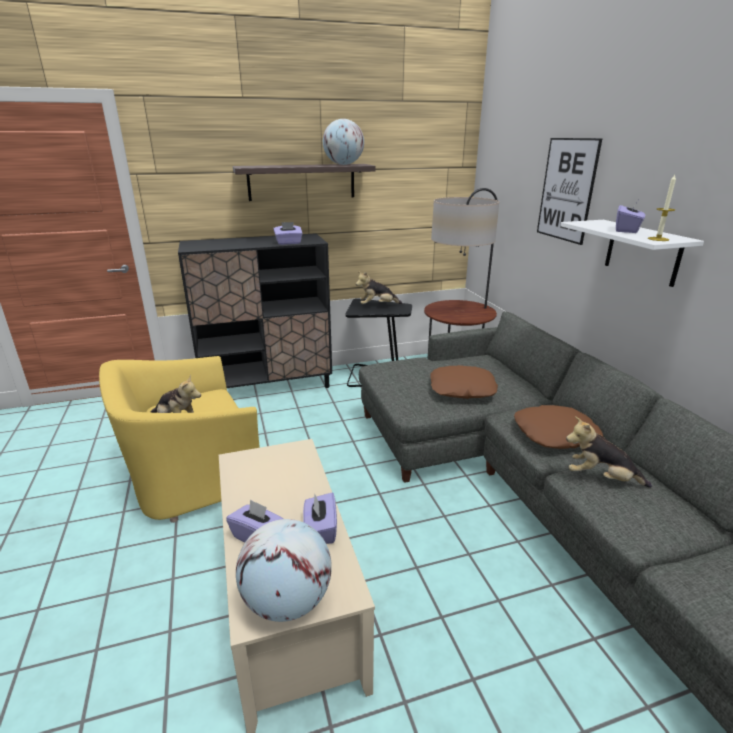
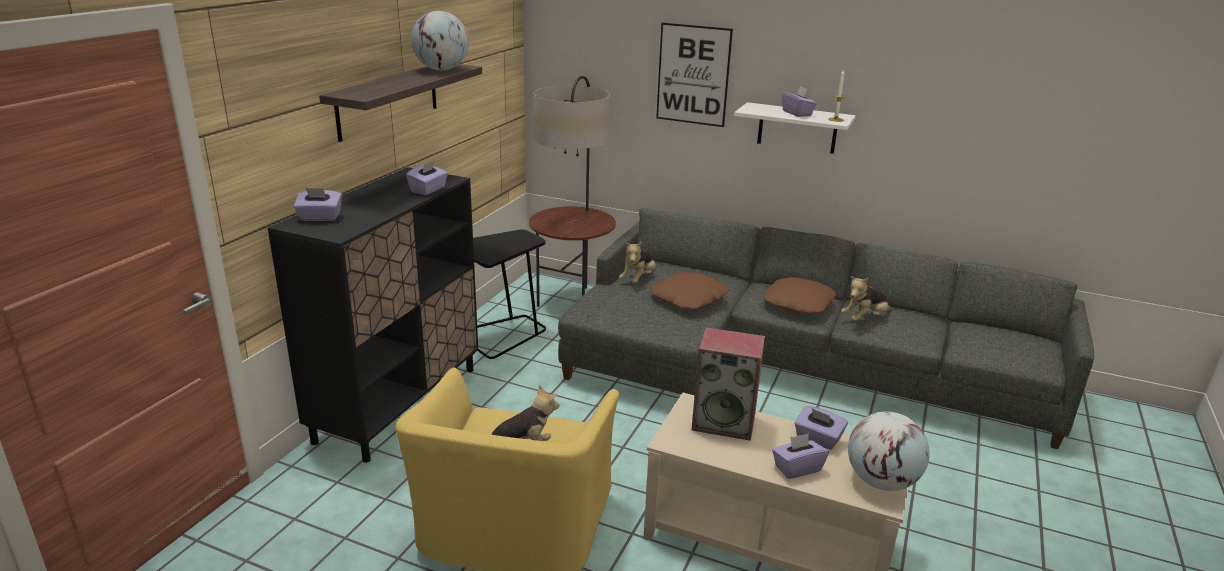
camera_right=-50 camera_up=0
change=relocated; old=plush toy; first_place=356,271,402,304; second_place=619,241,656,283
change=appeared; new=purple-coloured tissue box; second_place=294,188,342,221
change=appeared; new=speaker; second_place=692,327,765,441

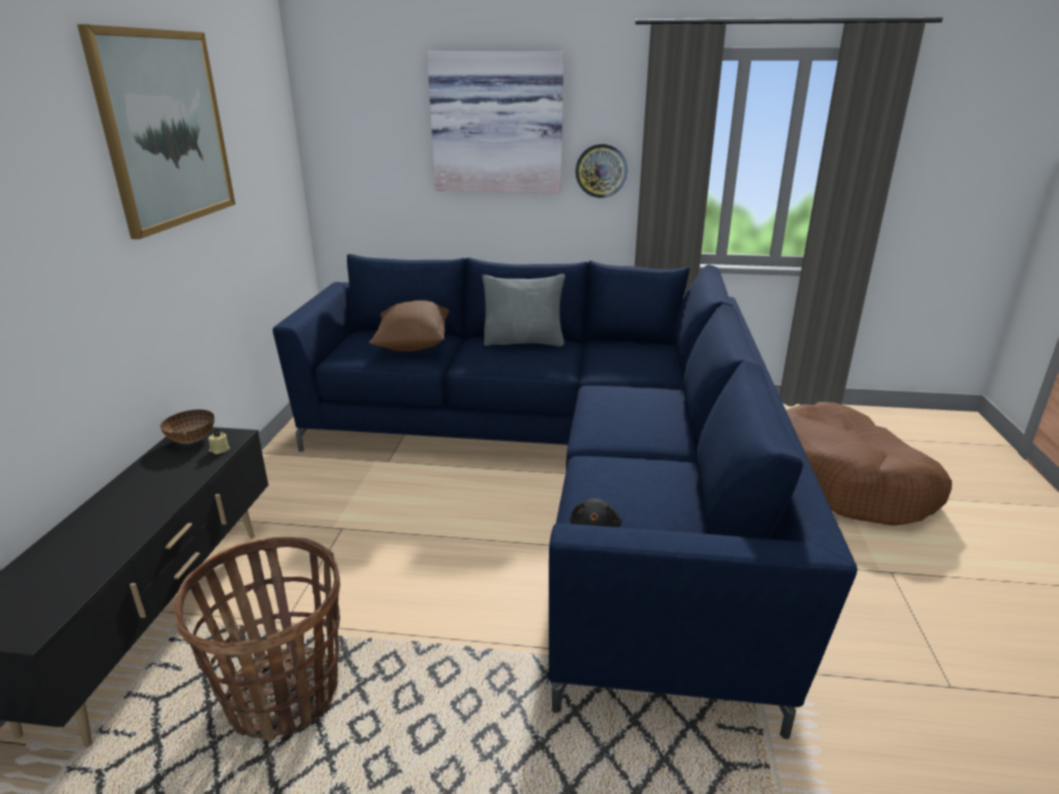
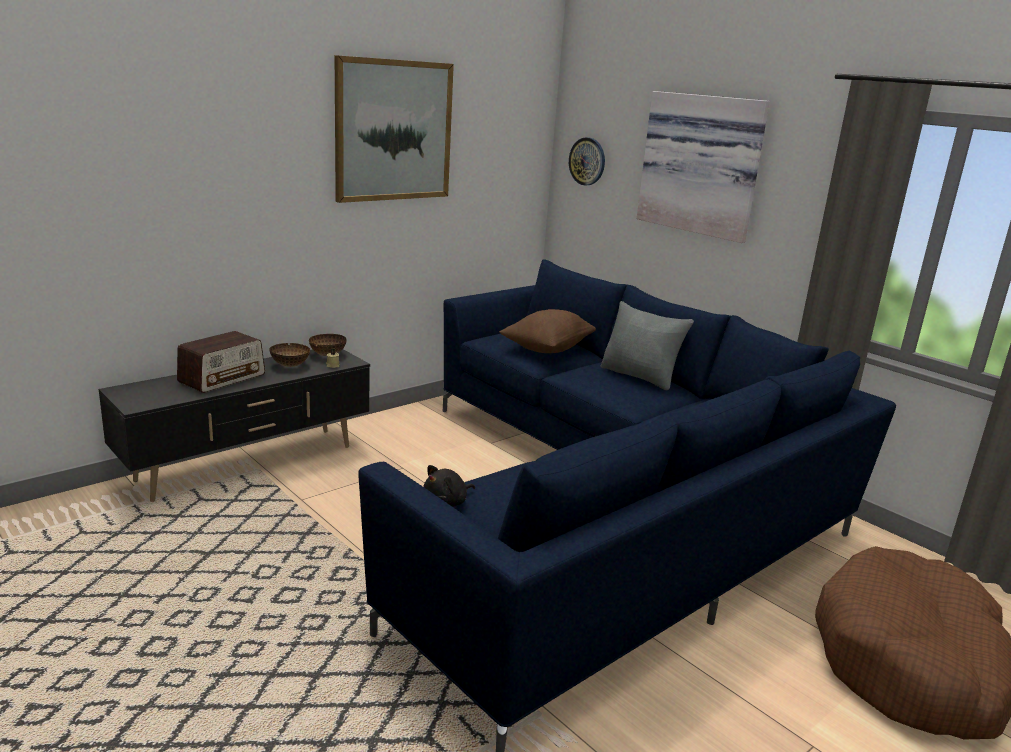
camera_right=40 camera_up=-5
change=missing; old=household basket; first_place=174,537,340,741
change=relocated; old=wall clock; first_place=575,144,628,198; second_place=569,137,605,185
change=appeared; new=radio; second_place=177,331,265,393
change=appeared; new=bowl; second_place=270,343,310,367

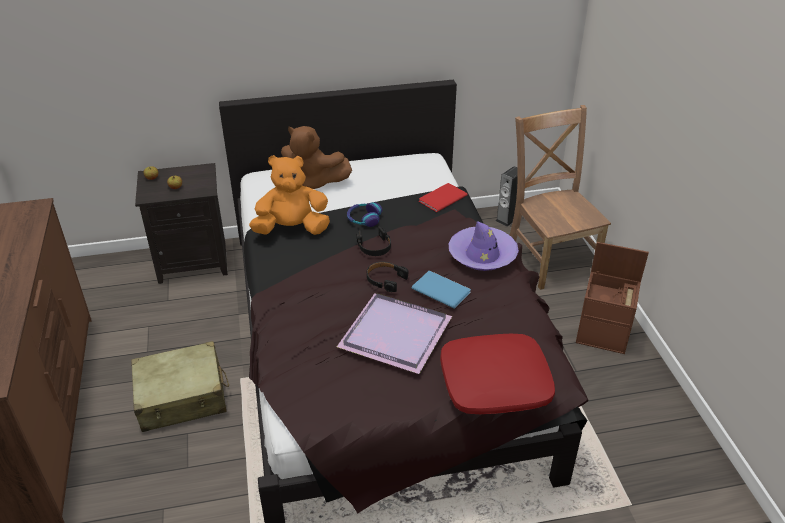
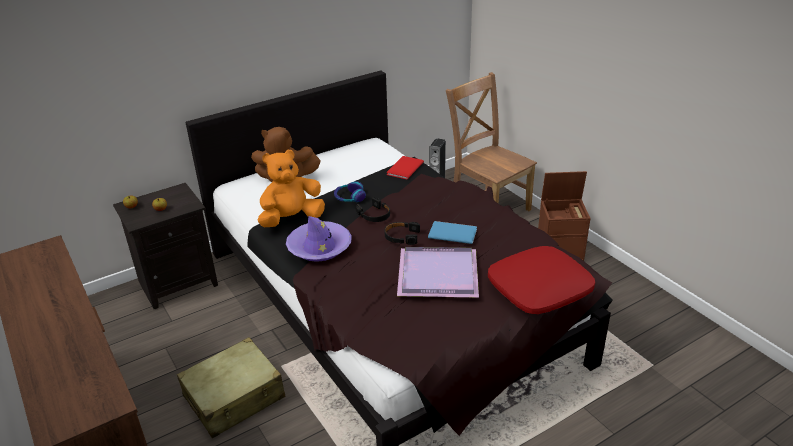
camera_right=-20 camera_up=-5
change=relocated; old=purple-coloured clothing hat; first_place=448,221,519,271; second_place=286,216,352,262

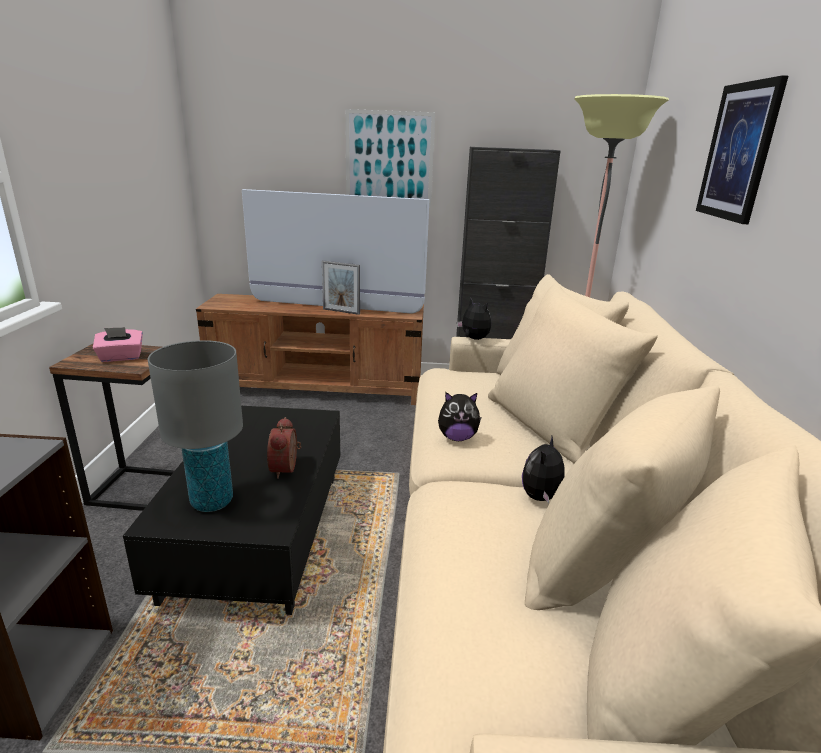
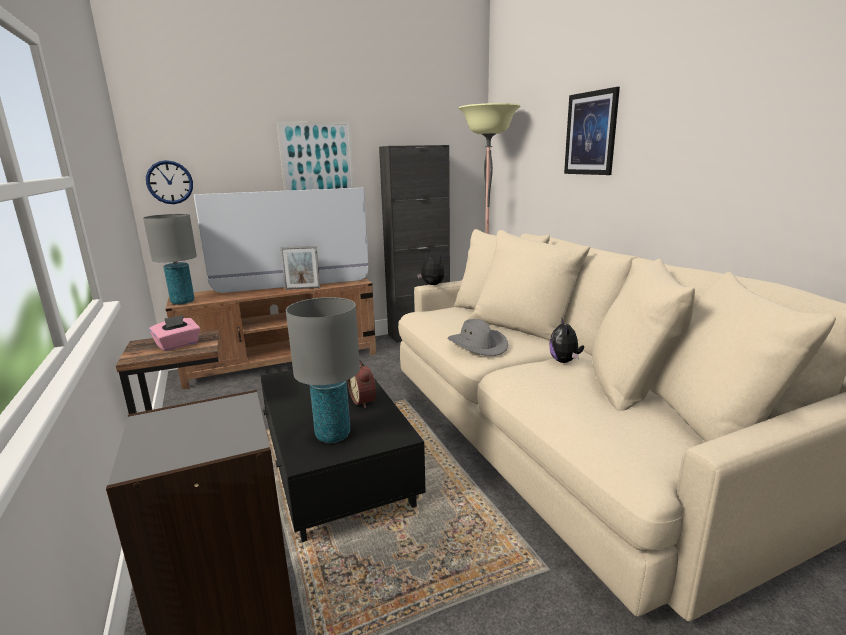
camera_right=-25 camera_up=-5
change=exchanged; old=plush toy; new=greyish clothing hat; first_place=438,392,481,441; second_place=448,319,508,356
change=appeared; new=greyish lamp for a table; second_place=143,214,197,305
change=appeared; new=wall clock; second_place=146,160,193,204

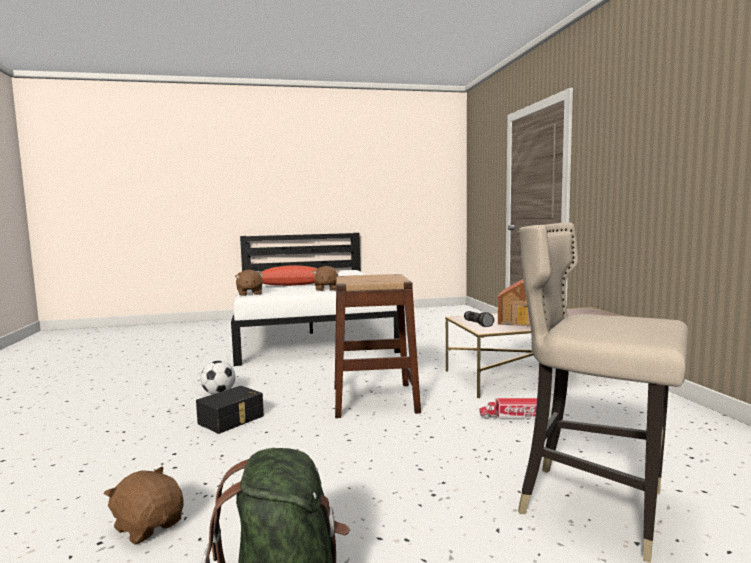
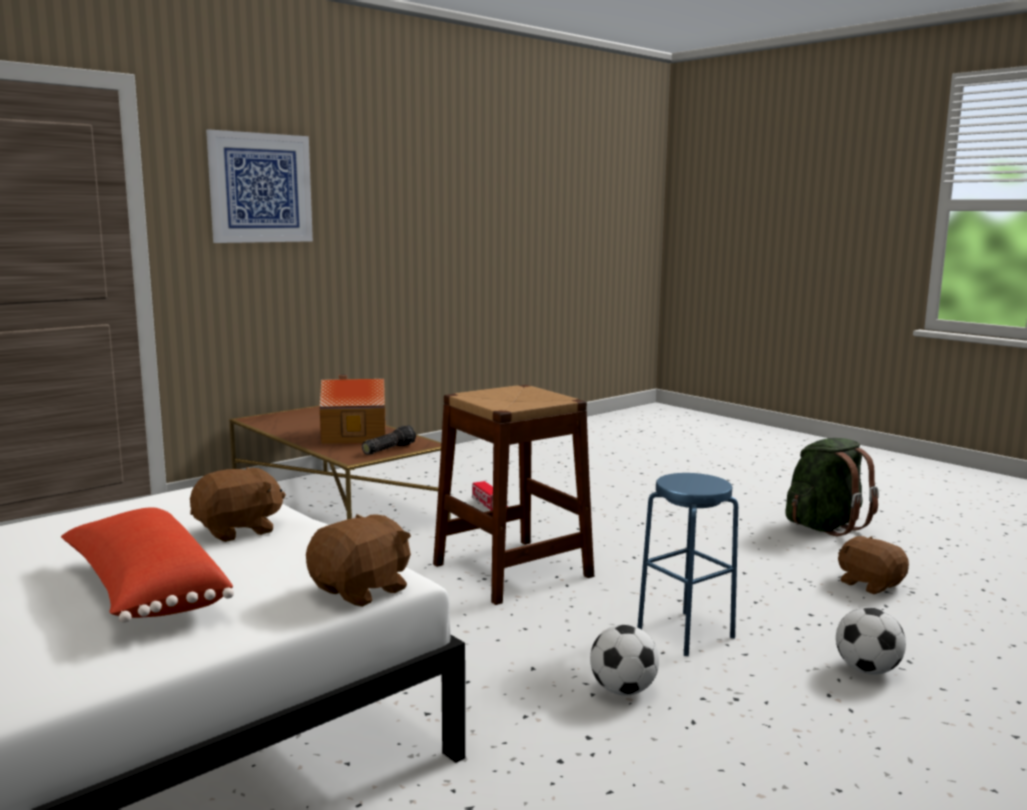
camera_right=-120 camera_up=5
change=spun; old=brownish plush toy; first_place=104,467,183,545; second_place=838,536,909,594; degrees=135
change=exchanged; old=black-coloured storage container; new=blue stool seat; first_place=196,386,264,434; second_place=638,473,738,656
change=missing; old=sand-coloured stool seat; first_place=518,222,688,563
change=appeared; new=picture; second_place=206,129,313,243
change=appeared; new=ball for football; second_place=836,607,906,675

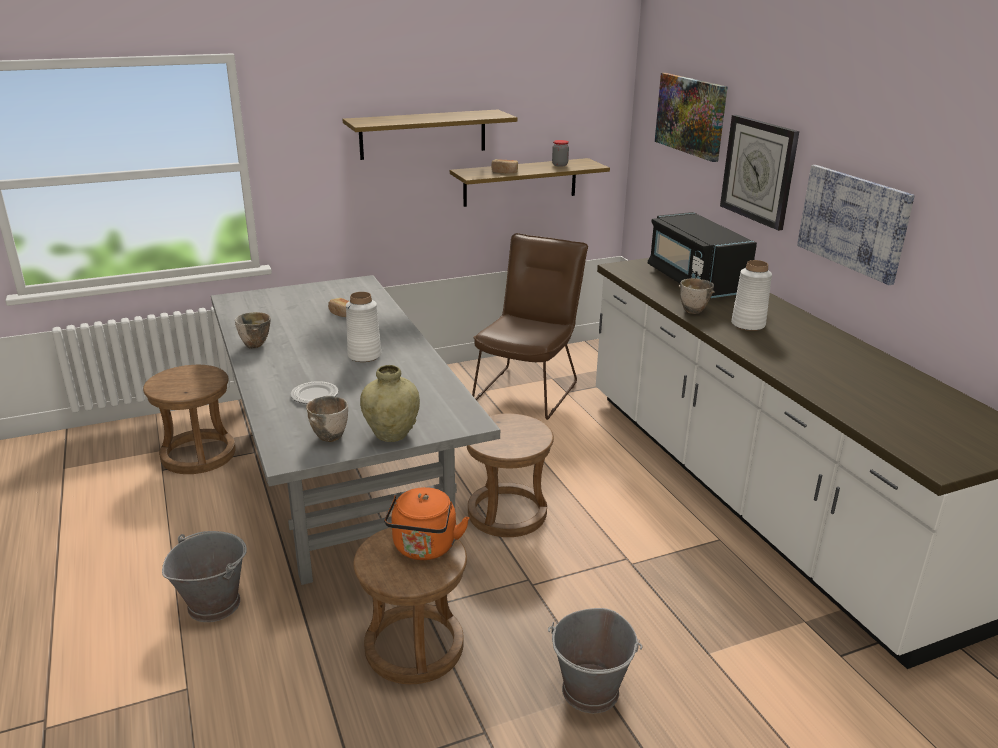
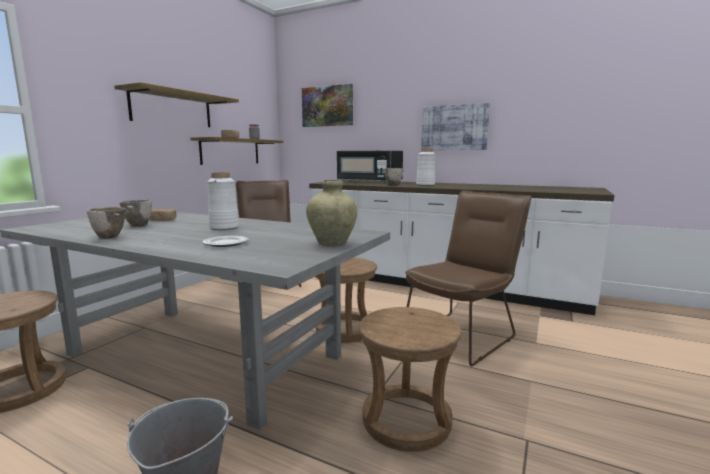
camera_right=-40 camera_up=-15
change=relocated; old=bowl; first_place=306,396,348,442; second_place=120,200,152,227
change=missing; old=orange tea kettle; first_place=384,487,470,560
change=missing; old=greyish pail; first_place=548,608,642,713
change=missing; old=wall clock; first_place=720,115,799,231
change=appeared; new=brownish plain chair; second_place=405,190,532,366

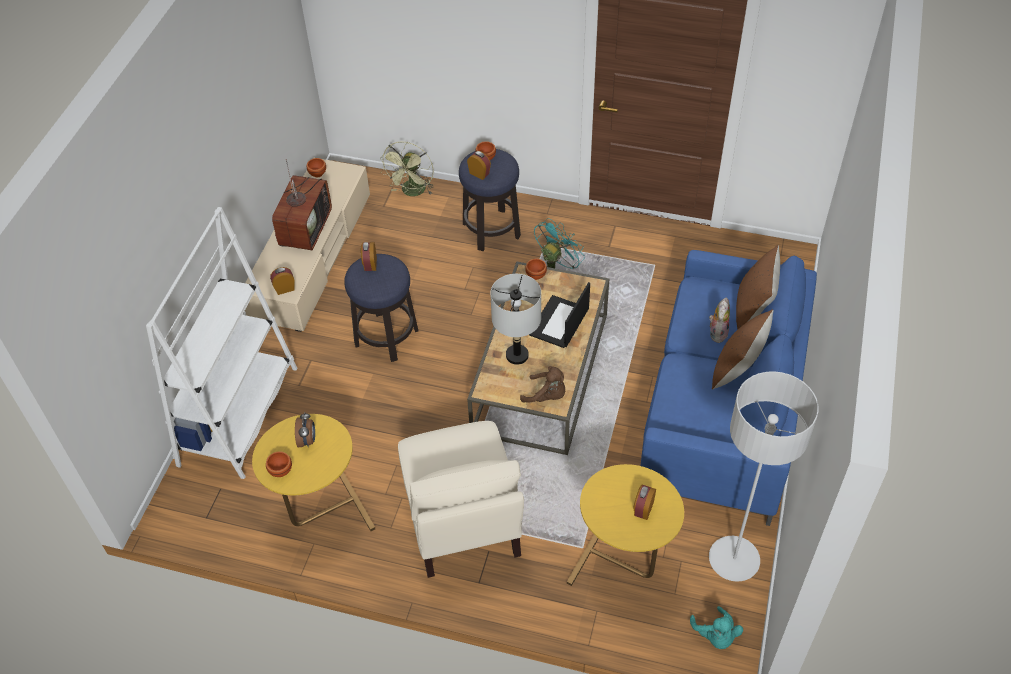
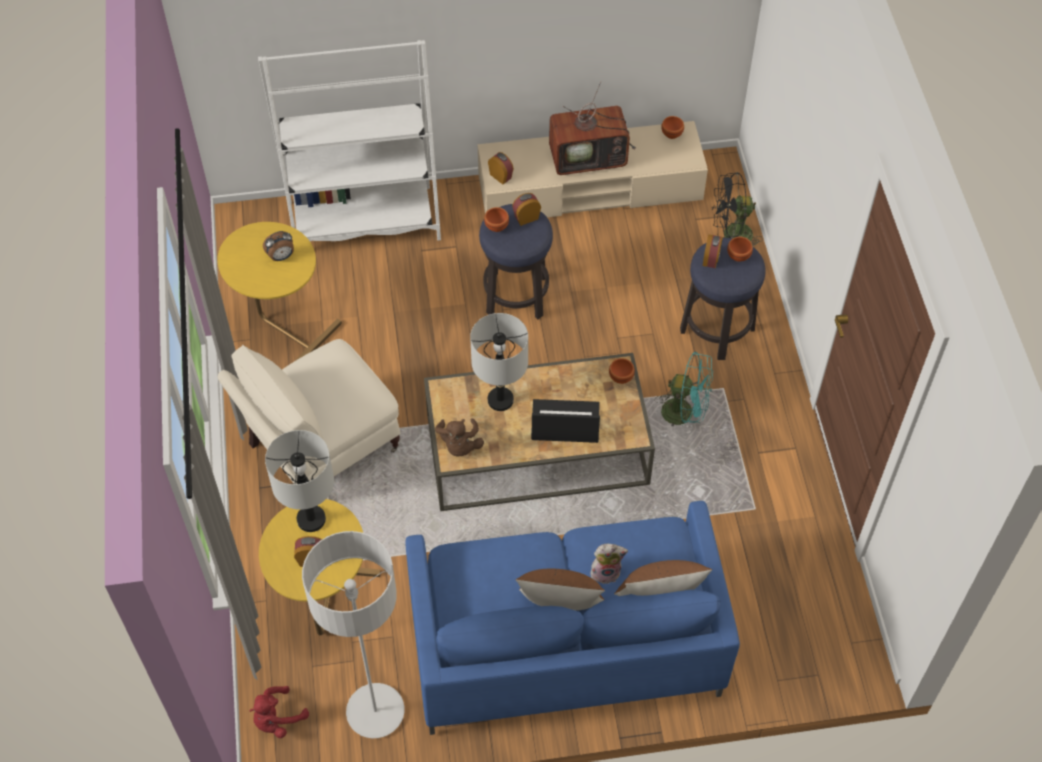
camera_right=65 camera_up=5
change=relocated; old=brownish bowl; first_place=266,451,292,477; second_place=484,207,509,232
change=colour; old=green-coloured electric fan; new=black-coloured electric fan; first_place=380,142,434,196; second_place=712,172,763,247
change=colour; old=turquoise plush toy; new=reddish plush toy; first_place=690,606,743,649; second_place=249,686,309,738
change=appeared; new=greyish lamp for a table; second_place=265,430,334,532

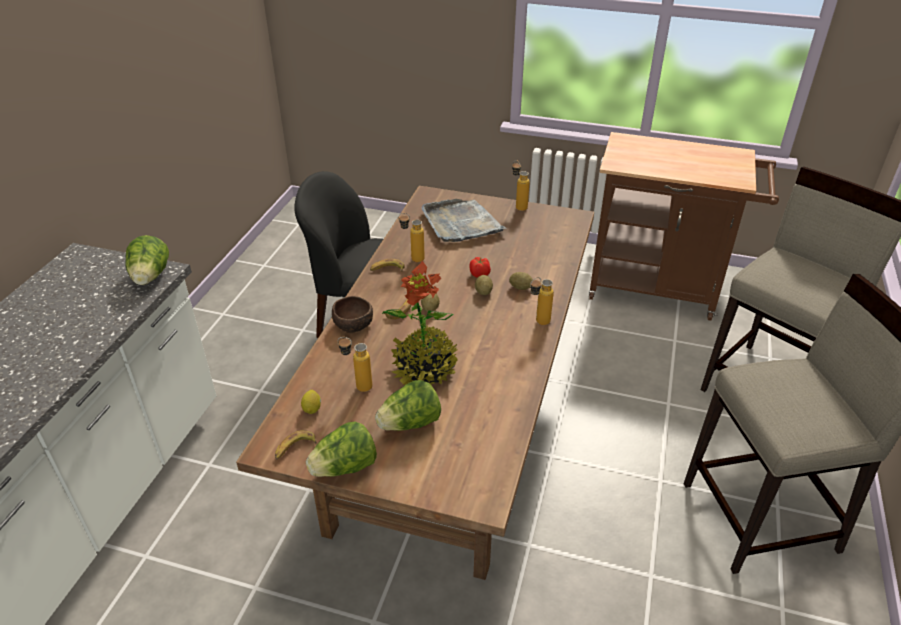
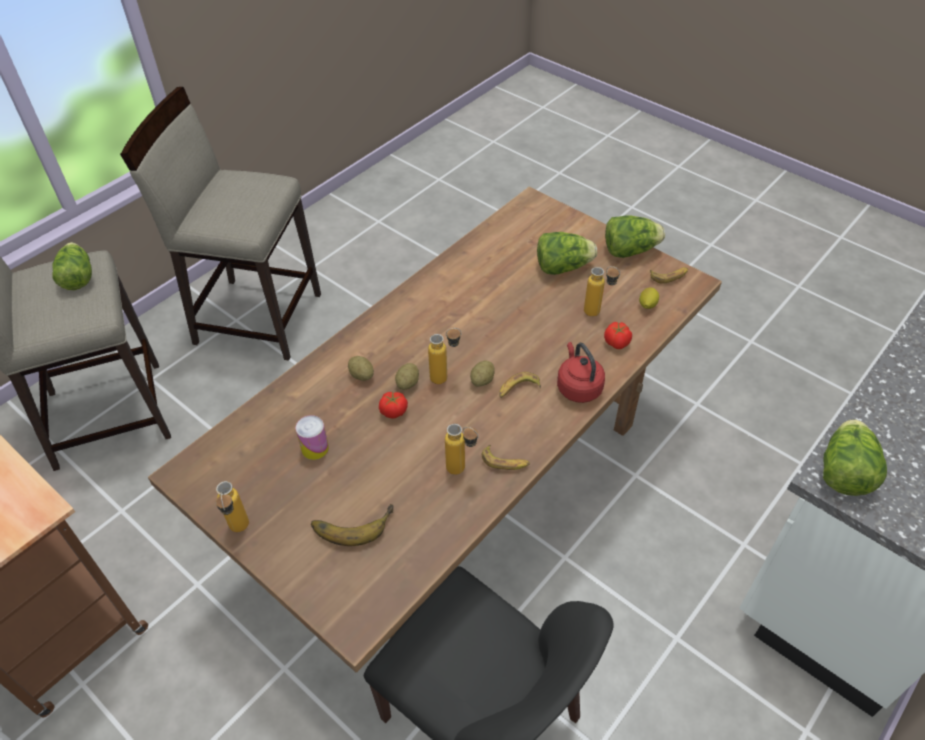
camera_right=-155 camera_up=10
change=exchanged; old=brownish bowl; new=reddish tea kettle; first_place=332,296,373,333; second_place=557,342,605,403
change=missing; old=plant in a pot; first_place=382,261,458,386
change=exchanged; old=greyish serving tray; new=banana fruit; first_place=421,199,507,242; second_place=311,504,393,546
change=relocated; old=bottle; first_place=530,277,554,325; second_place=428,328,461,384
change=appeared; new=head of lettuce; second_place=52,242,92,290
change=appeared; new=sealed can; second_place=296,415,329,460
change=appeared; new=whole tomato; second_place=604,322,632,349

